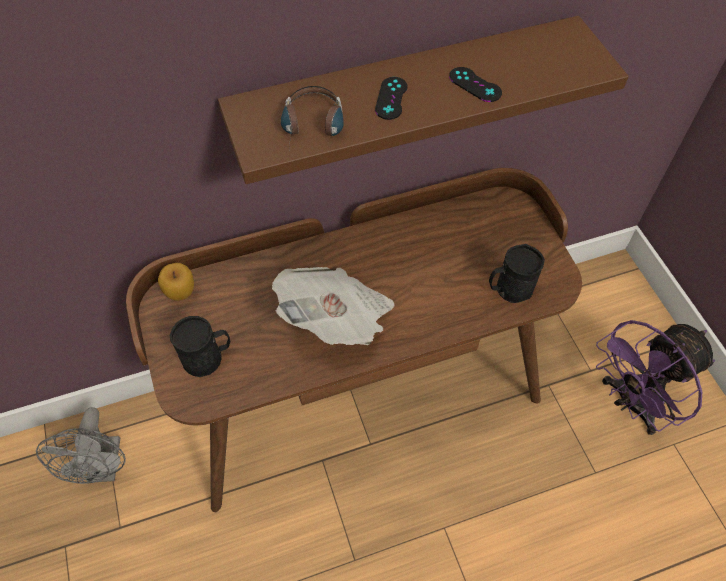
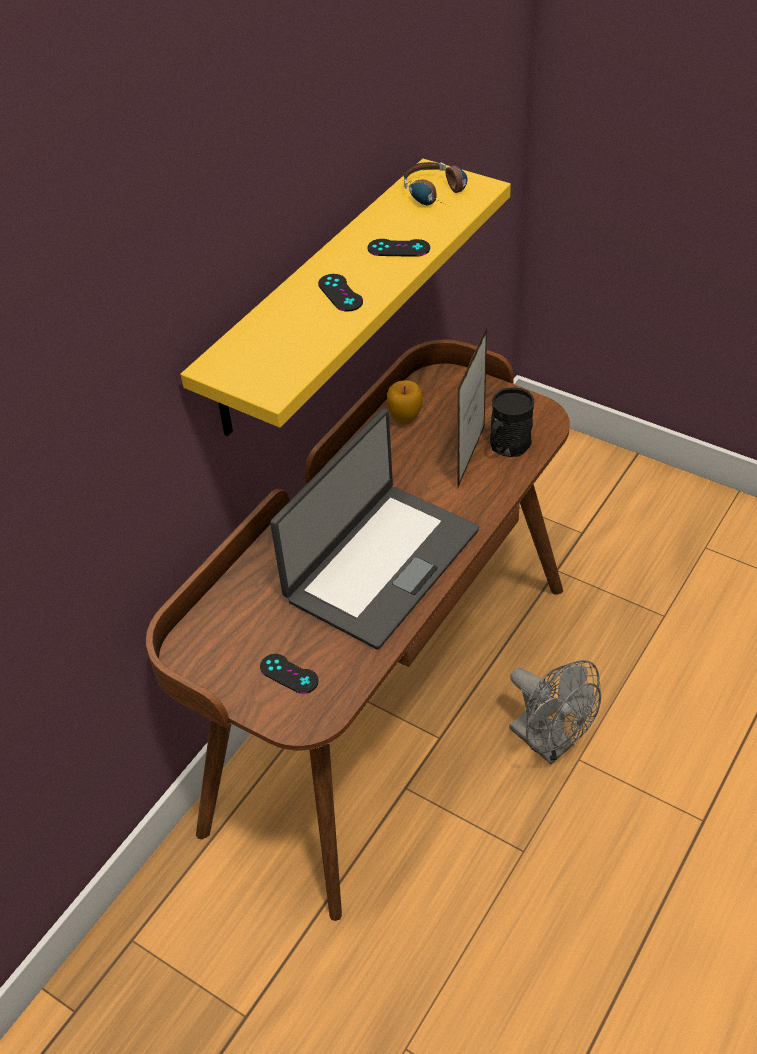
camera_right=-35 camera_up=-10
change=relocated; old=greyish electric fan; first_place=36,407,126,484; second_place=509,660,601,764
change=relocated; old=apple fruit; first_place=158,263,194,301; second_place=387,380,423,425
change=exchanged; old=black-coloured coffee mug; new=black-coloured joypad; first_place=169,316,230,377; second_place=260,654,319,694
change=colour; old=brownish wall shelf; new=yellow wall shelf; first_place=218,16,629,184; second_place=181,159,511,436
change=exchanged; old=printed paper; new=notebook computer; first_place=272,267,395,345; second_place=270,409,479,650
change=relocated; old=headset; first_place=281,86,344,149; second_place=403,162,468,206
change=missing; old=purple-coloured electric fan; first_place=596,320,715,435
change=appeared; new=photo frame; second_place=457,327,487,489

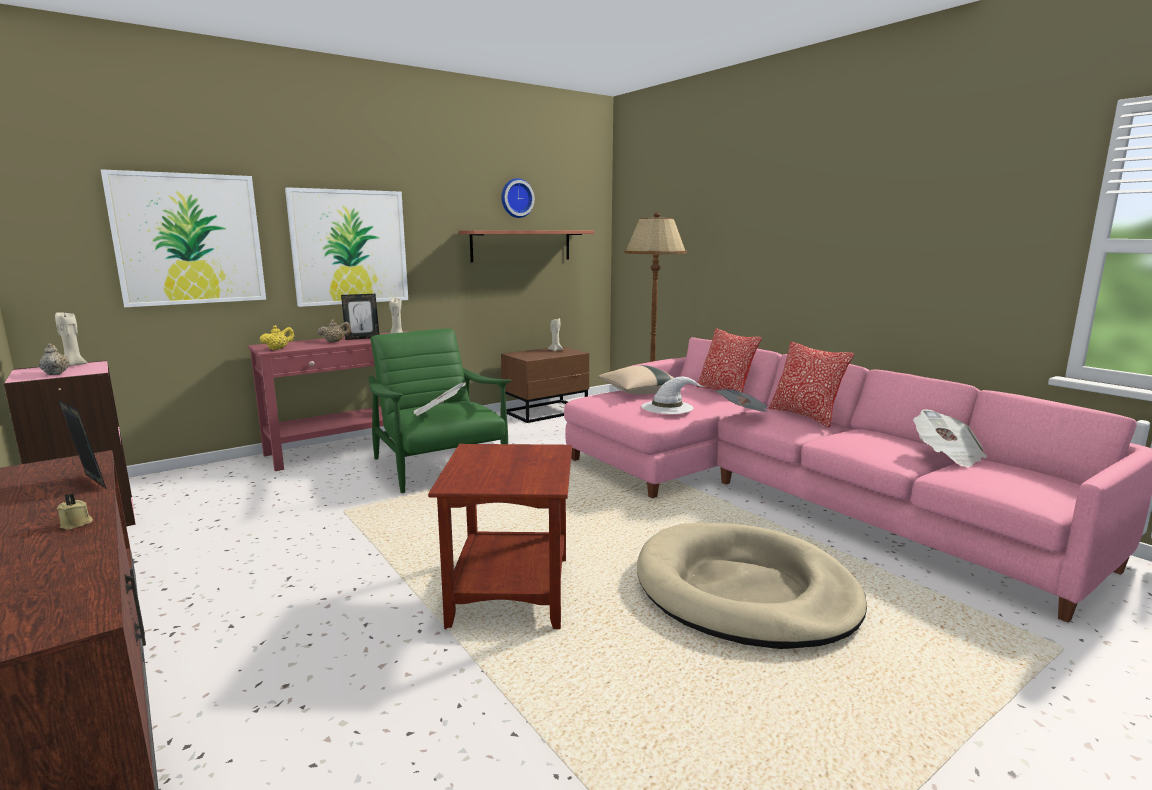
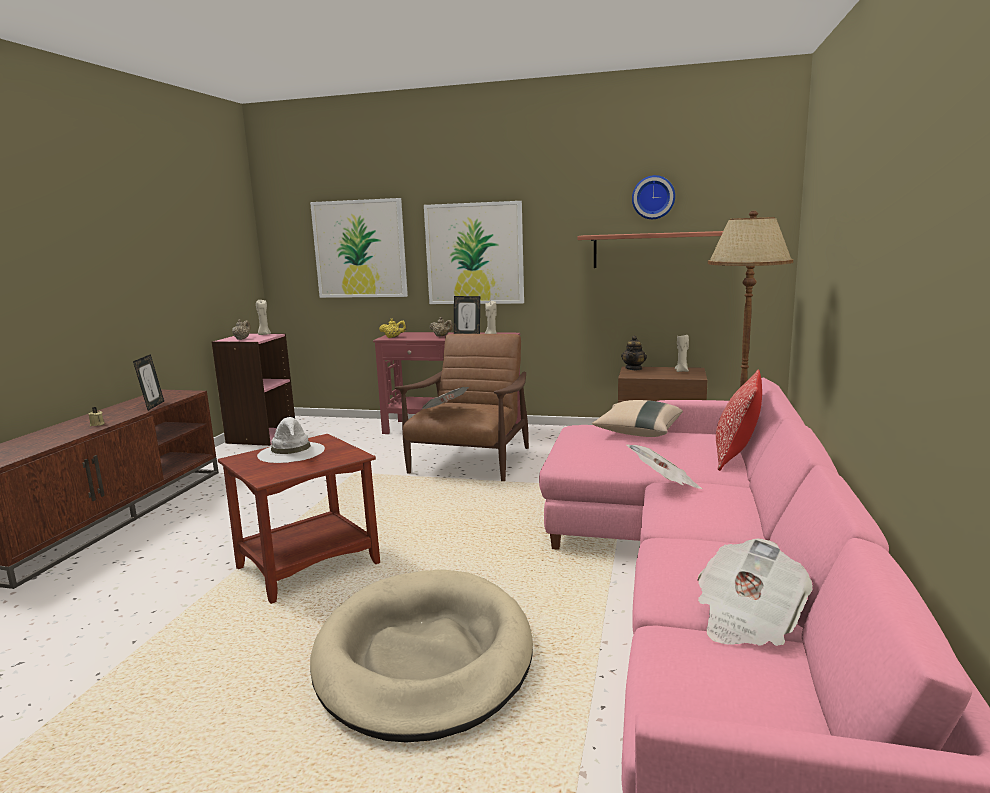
camera_right=50 camera_up=0
change=colour; old=green-coloured easy chair; new=brownish easy chair; first_place=369,329,511,493; second_place=394,334,529,481
change=relocated; old=white-coloured clothing hat; first_place=641,376,705,414; second_place=257,417,325,463
change=missing; old=throw pillow; first_place=769,342,854,427
change=appeared; new=tea pot; second_place=621,336,647,370

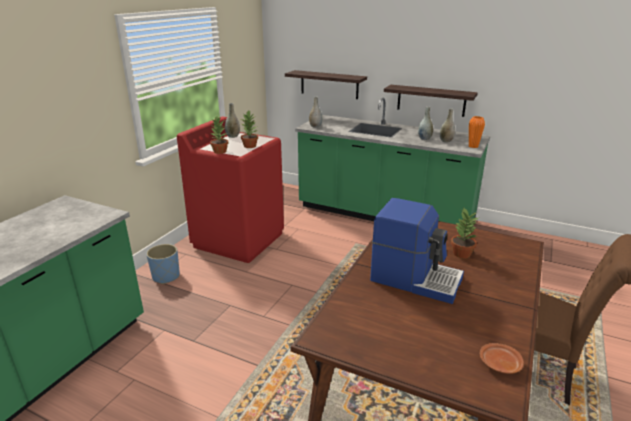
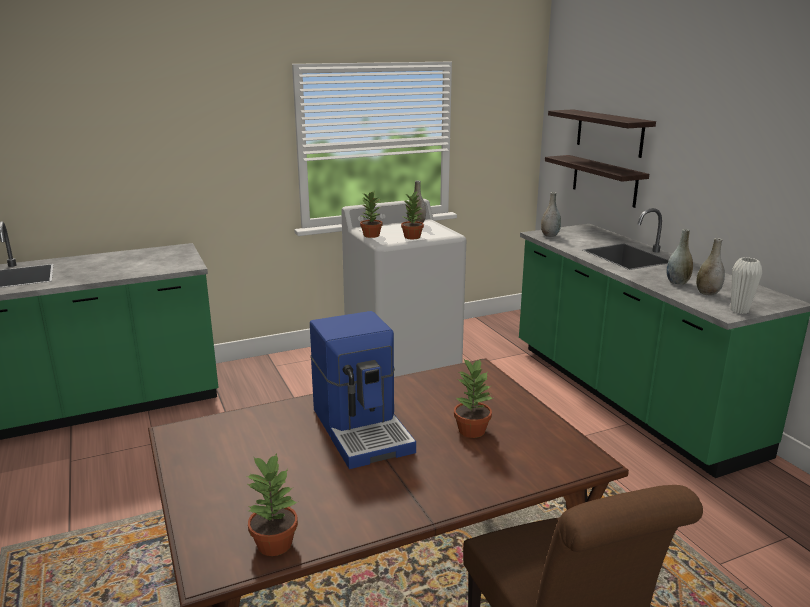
camera_right=40 camera_up=-5
change=missing; old=blue flower pot; first_place=146,244,180,284
change=colour; old=reddish laundry appliance; new=white-coloured laundry appliance; first_place=177,117,284,263; second_place=341,199,466,377
change=relocated; old=wall shelf; first_place=384,85,478,117; second_place=548,109,656,158
change=colour; old=orange decorative vase; new=white-coloured decorative vase; first_place=469,116,485,148; second_place=731,257,762,314
change=exchanged; old=brownish flat dish; new=plant in a pot; first_place=480,343,524,374; second_place=246,453,298,556

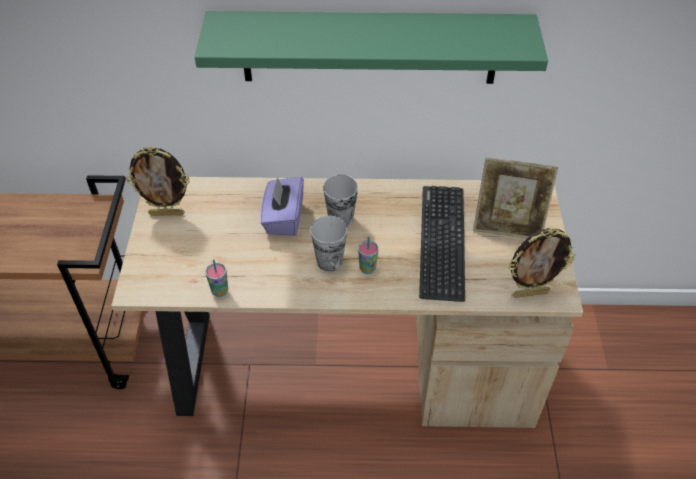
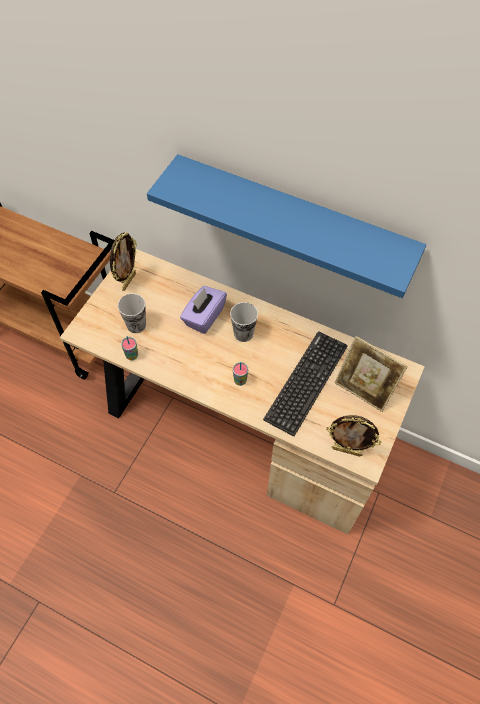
camera_right=25 camera_up=10
change=spun; old=photo frame; first_place=126,146,190,216; second_place=110,232,137,291; degrees=-90
change=colour; old=green-coloured wall shelf; new=blue wall shelf; first_place=195,11,548,84; second_place=147,154,426,298
change=relocated; old=drinking cup; first_place=310,216,347,271; second_place=118,293,146,333

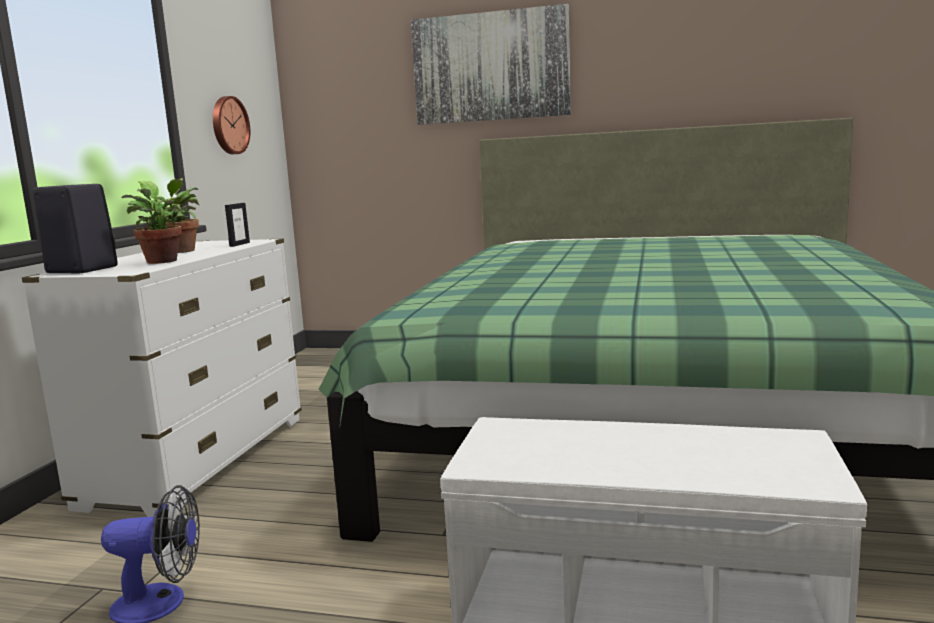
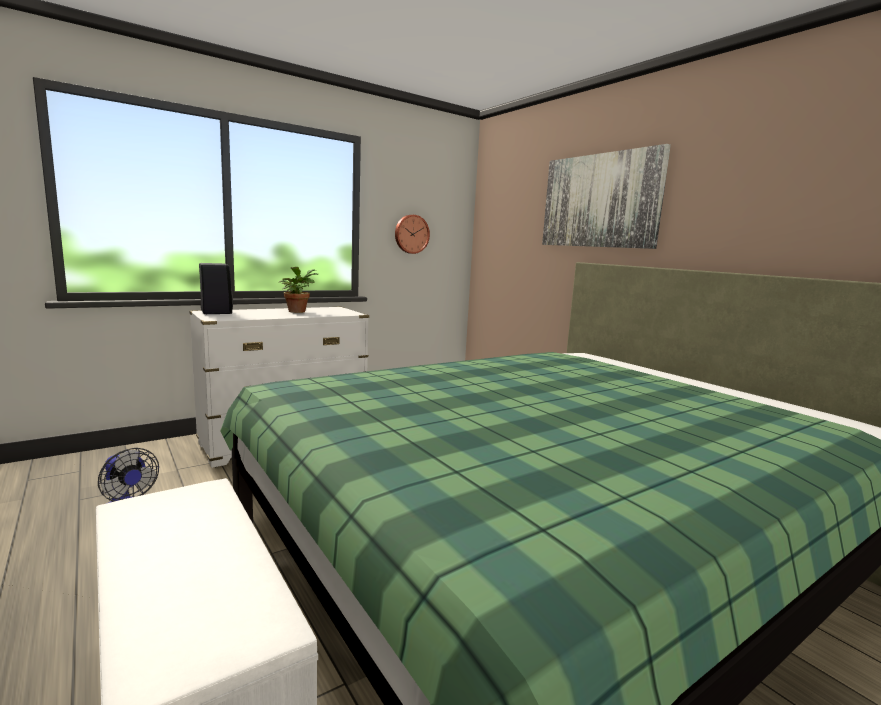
camera_right=40 camera_up=0
change=missing; old=plant in a pot; first_place=122,181,196,264
change=missing; old=photo frame; first_place=225,203,250,247

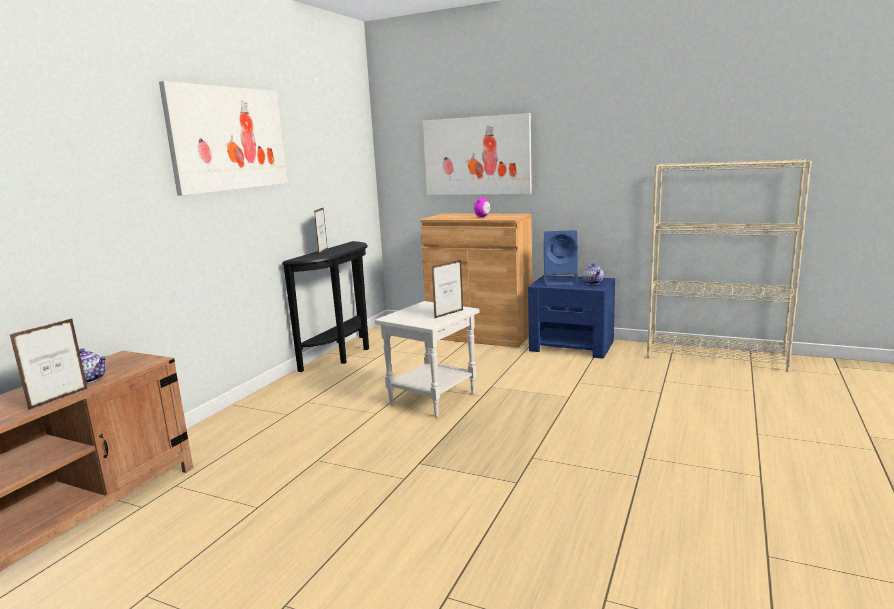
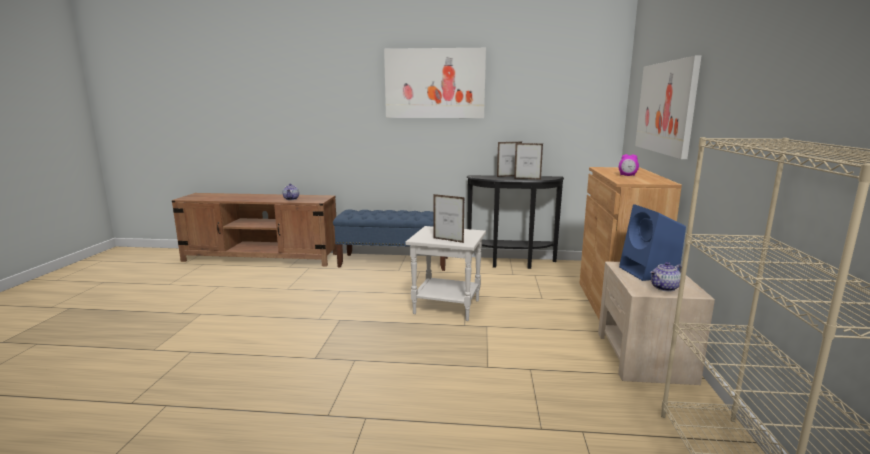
camera_right=70 camera_up=0
change=relocated; old=photo frame; first_place=10,318,88,410; second_place=514,143,543,180
change=colour; old=blue night table; new=sand-coloured night table; first_place=528,275,615,359; second_place=598,261,715,385
change=appeared; new=blue bench; second_place=333,210,448,271

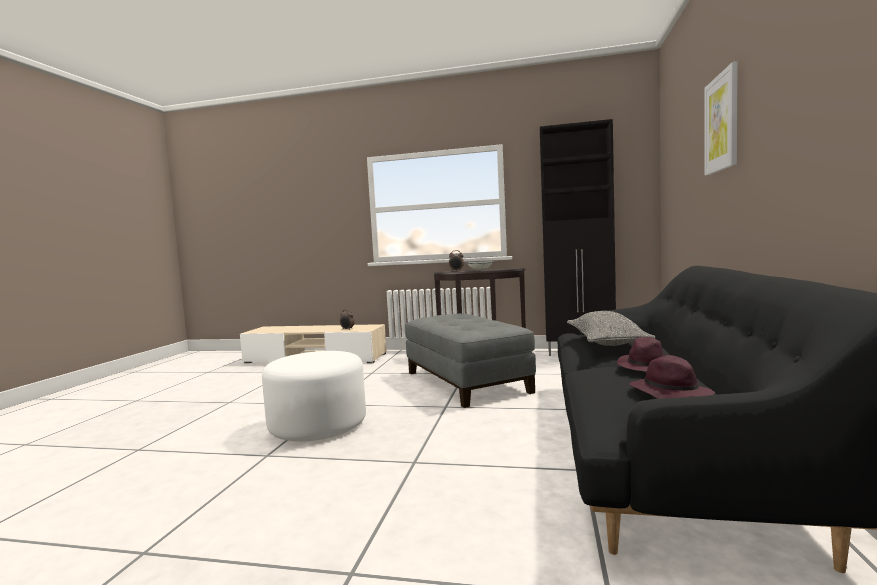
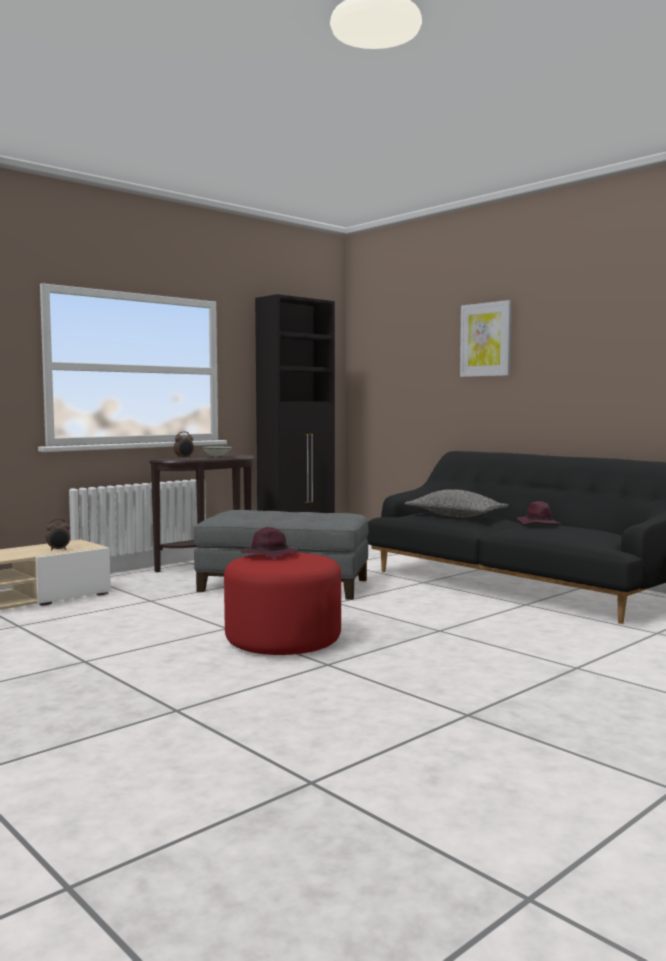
camera_right=-55 camera_up=0
change=colour; old=white-coloured ottoman; new=reddish ottoman; first_place=262,351,366,441; second_place=224,552,341,655
change=relocated; old=purple-coloured clothing hat; first_place=630,355,715,399; second_place=241,527,298,558

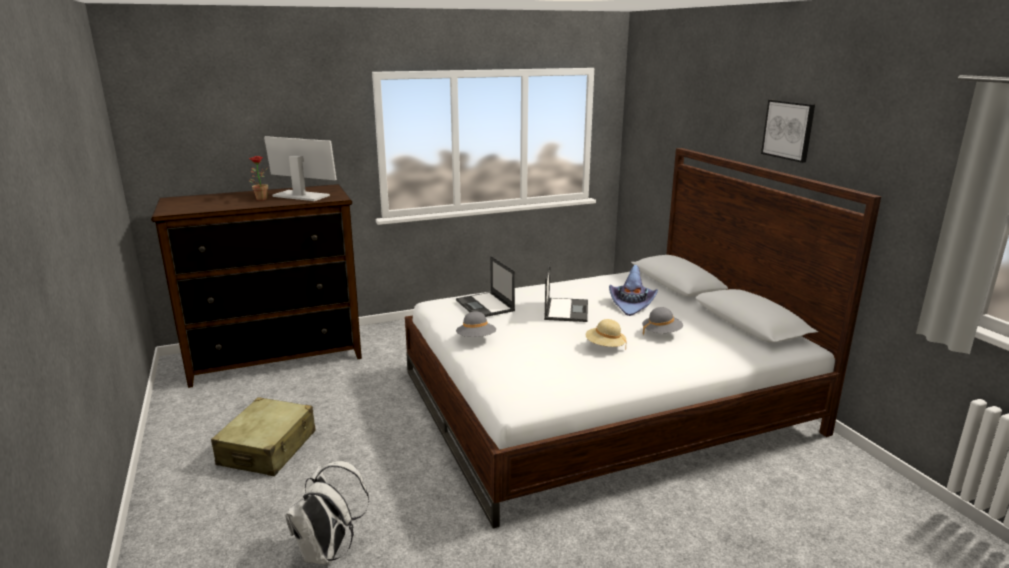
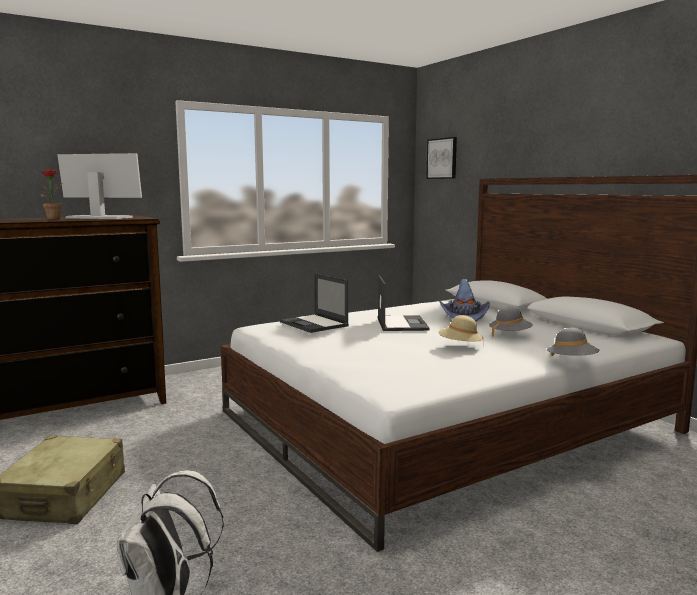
camera_right=-10 camera_up=-10
change=relocated; old=greyish clothing hat; first_place=456,312,496,337; second_place=547,328,600,356
change=relocated; old=picture; first_place=761,100,815,163; second_place=426,137,457,179

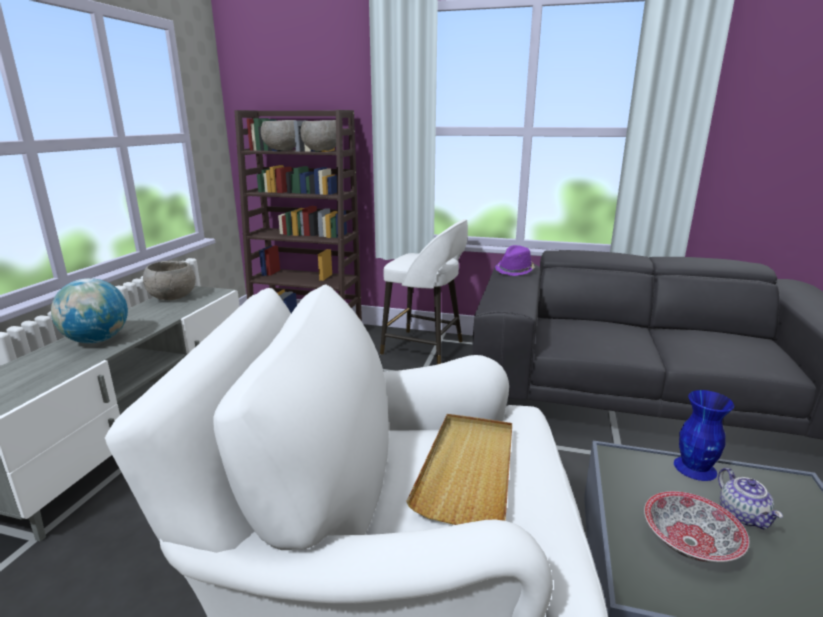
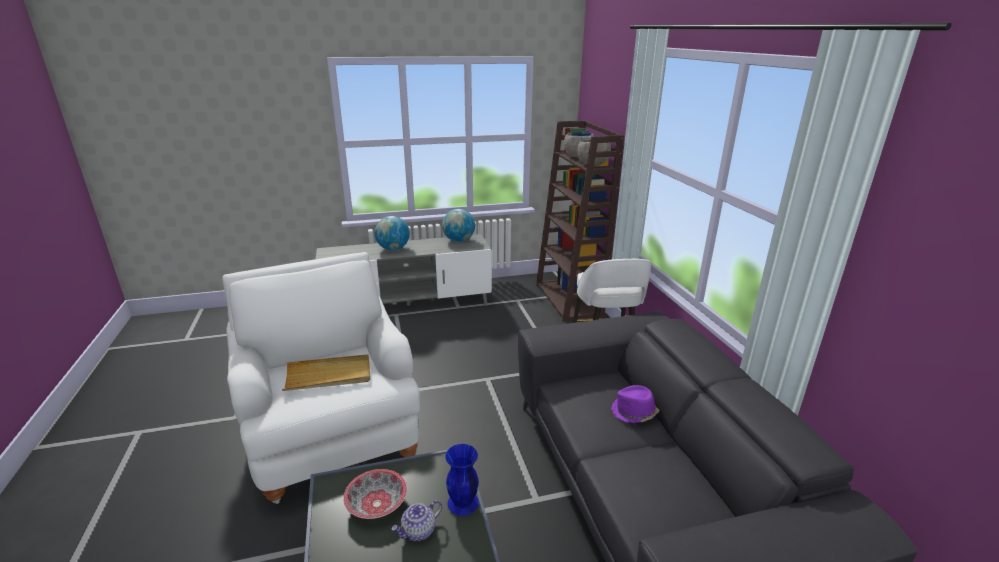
camera_right=60 camera_up=5
change=exchanged; old=greyish bowl; new=desk globe; first_place=143,261,196,300; second_place=442,209,475,242
change=relocated; old=purple-coloured clothing hat; first_place=495,245,535,276; second_place=611,385,660,423

